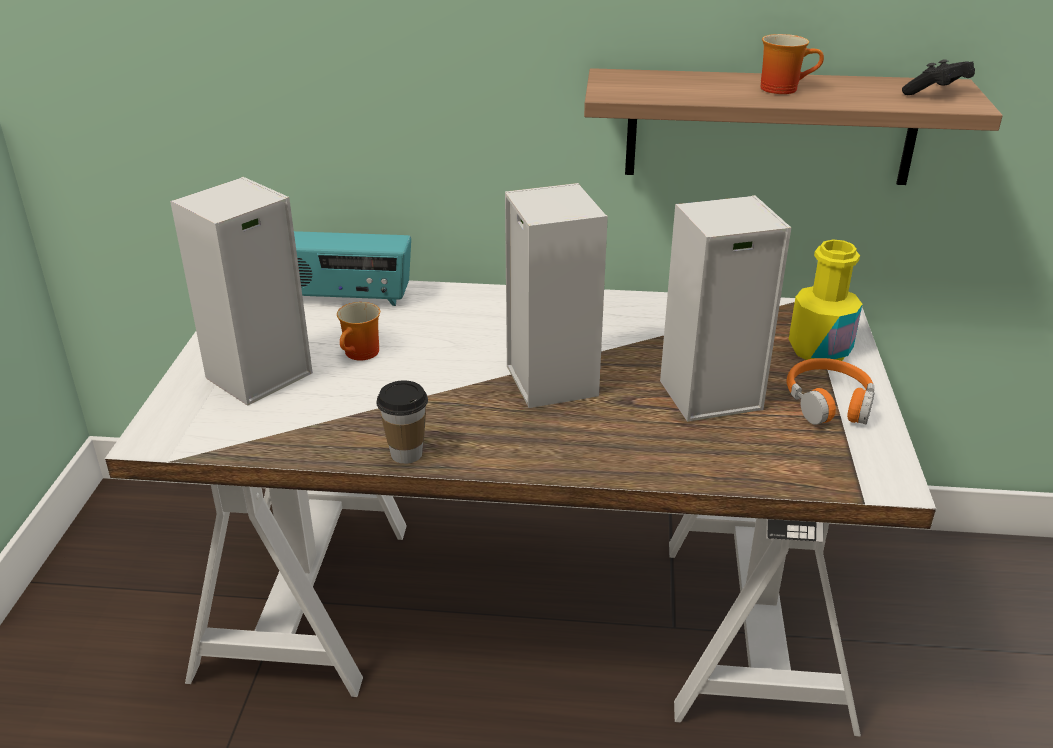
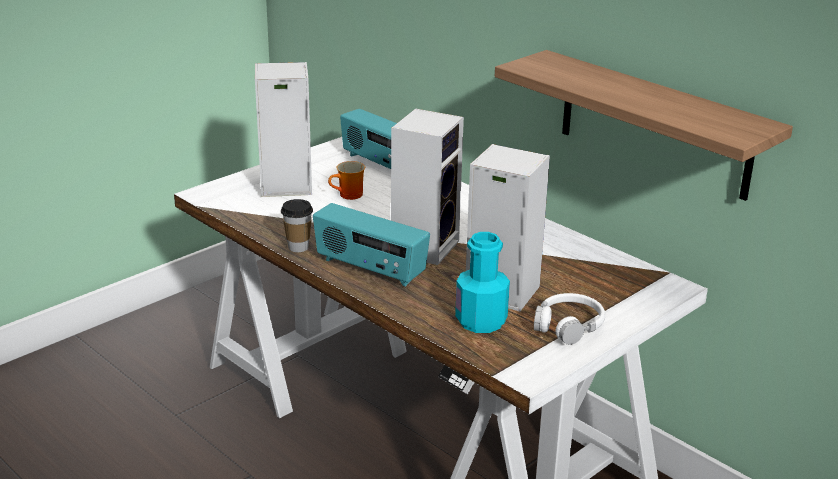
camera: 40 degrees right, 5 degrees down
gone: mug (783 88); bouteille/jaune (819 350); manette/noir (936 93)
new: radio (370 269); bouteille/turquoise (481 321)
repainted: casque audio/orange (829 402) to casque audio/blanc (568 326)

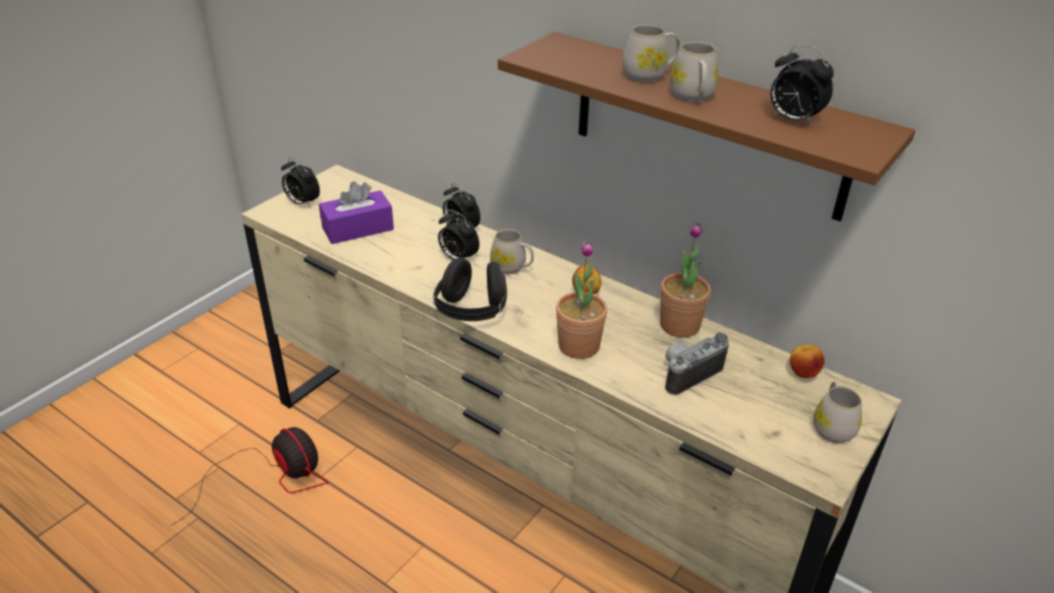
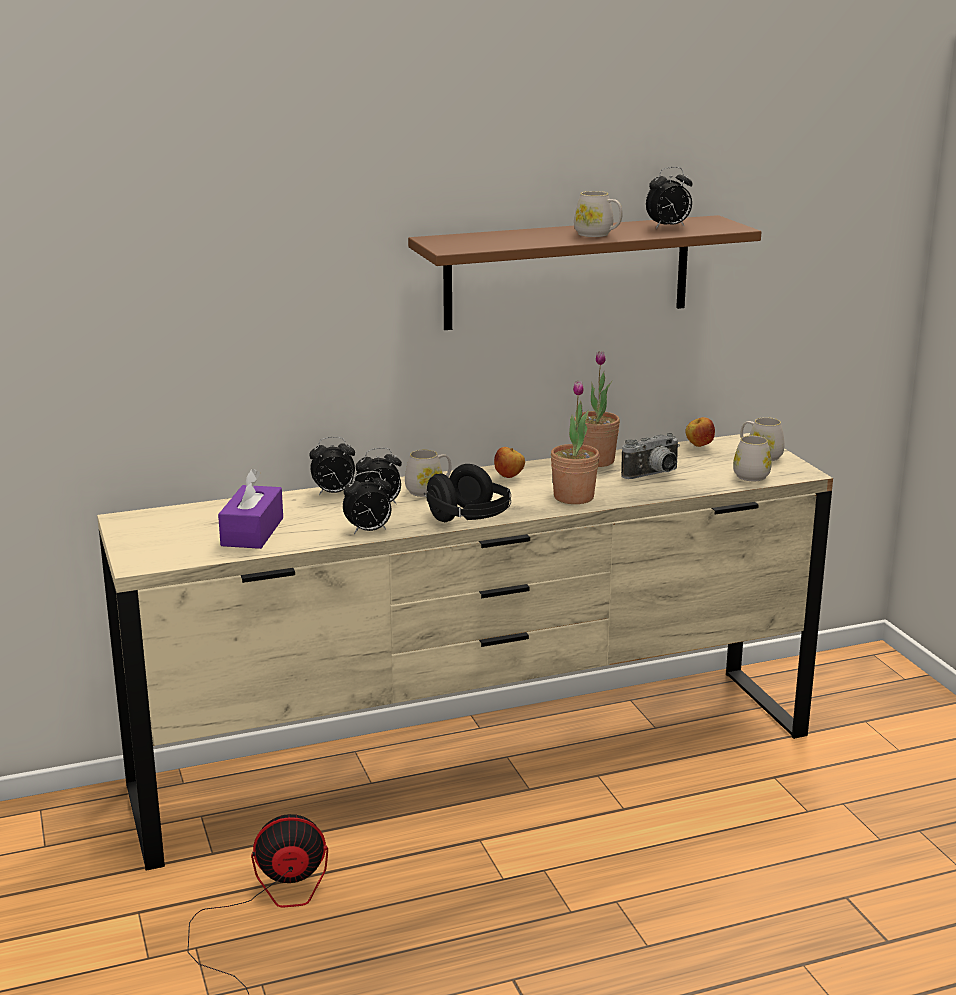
camera: 55 degrees left, 15 degrees down
shifted: réveil (302 203) to (368 531); mug/blanc (649 75) to (752 474)
rotated: appareil photo (687 373) = (654 475) 120 degrees counterclockwise

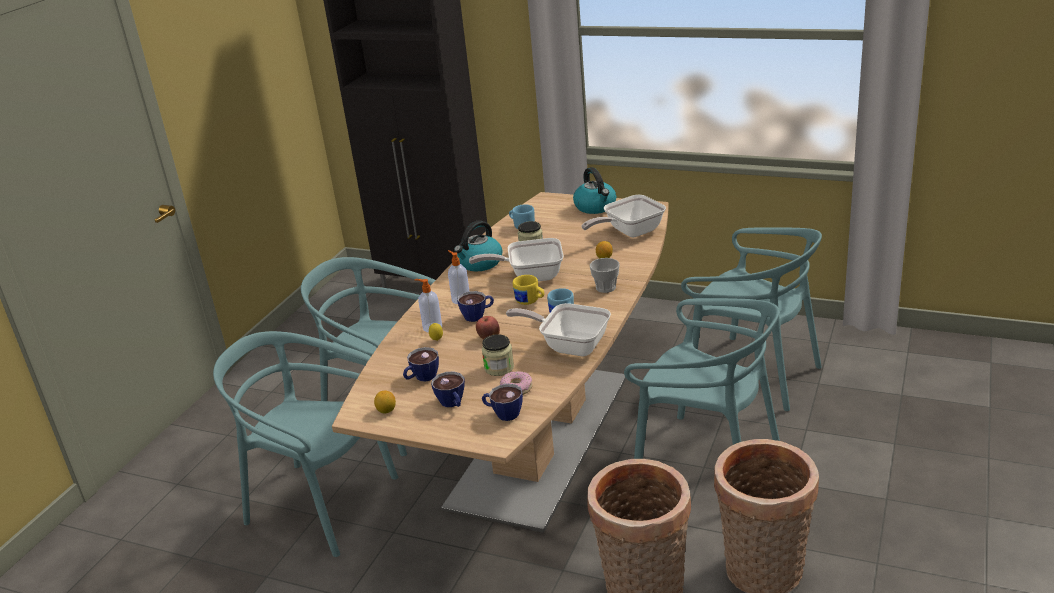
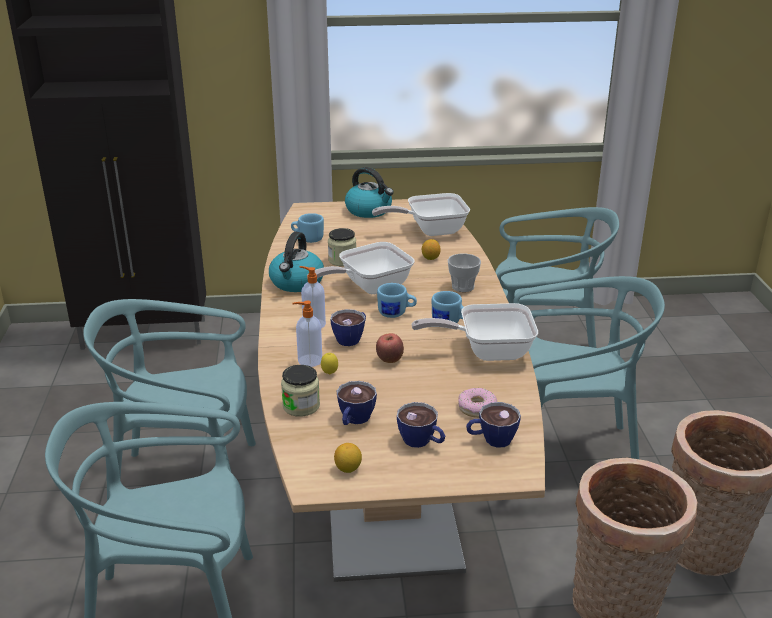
camera: 30 degrees left, 0 degrees up
shifted: bocal (499 368) to (301 406)
repainted: mug/jaune (530 301) to mug/bleu (396 313)
rotated: poêle (629 232) = (430 230) 45 degrees clockwise

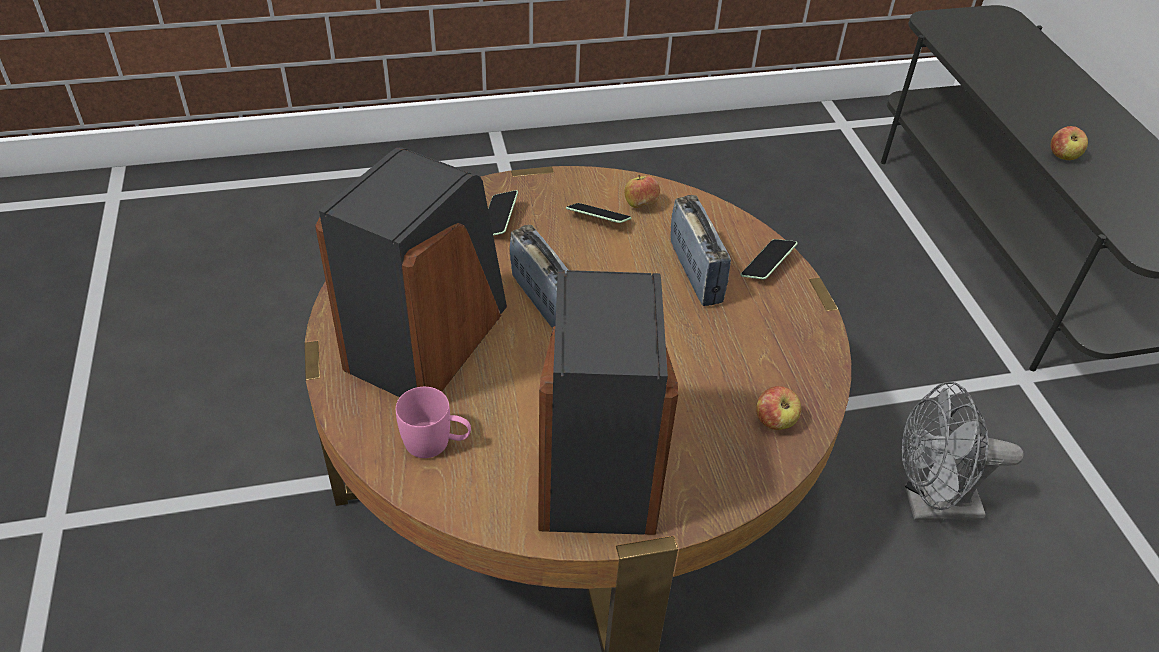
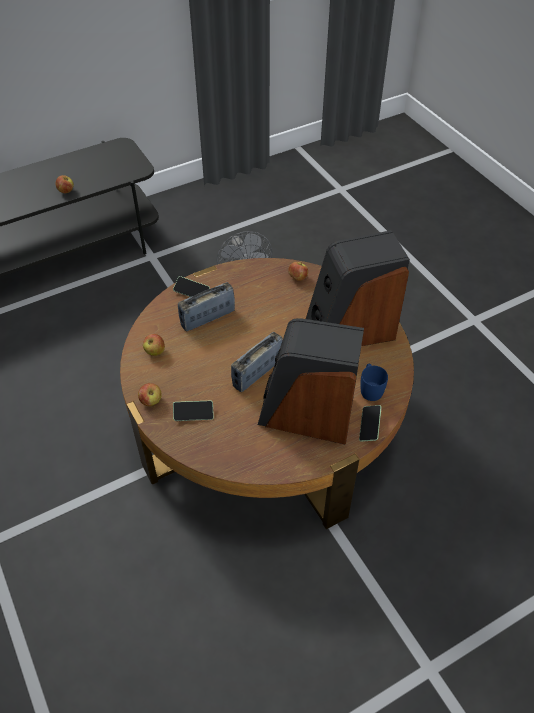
camera: 105 degrees left, 5 degrees up
new: pomme (151 401)
shifted: téléphone (598 220) to (369 426)
repainted: mug/rose (436 443) to mug/bleu (370 388)

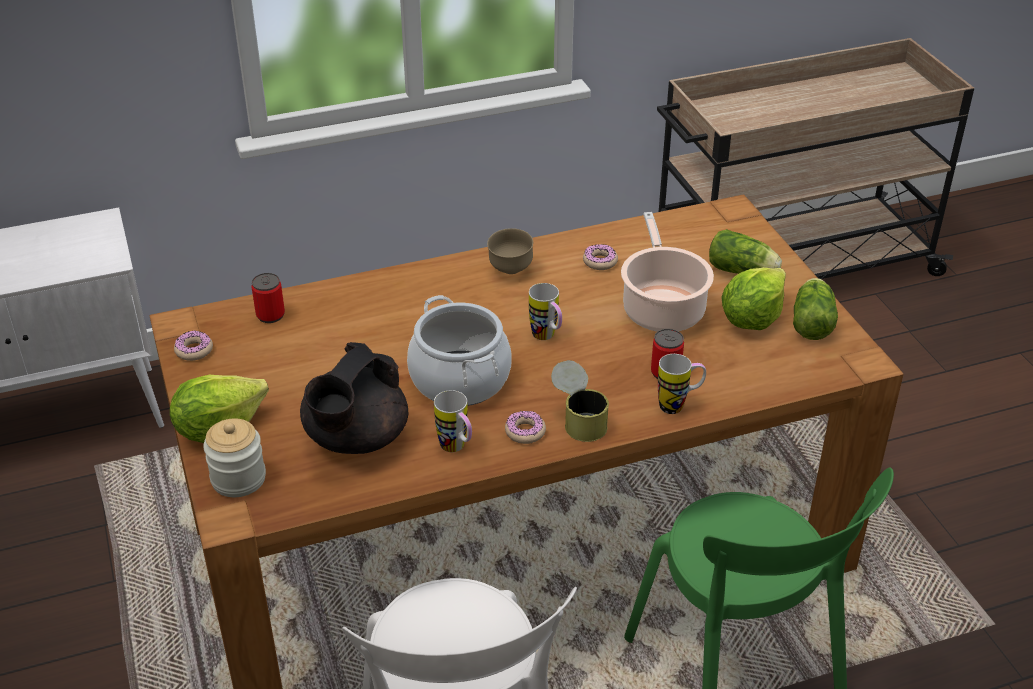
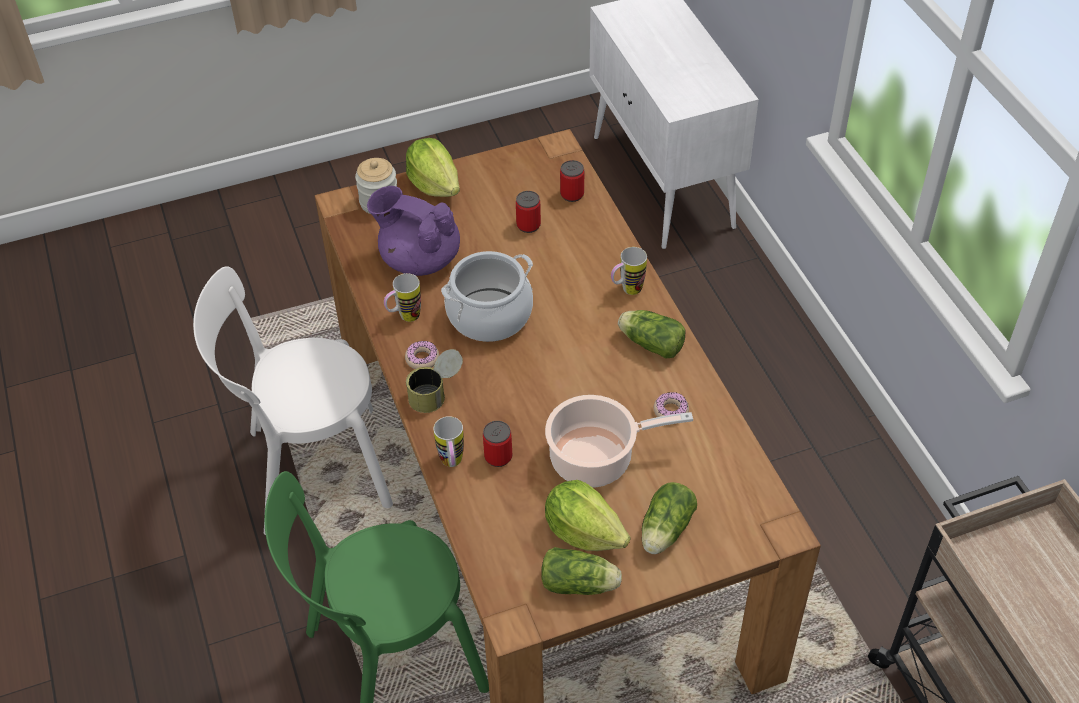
camera: 90 degrees right, 10 degrees up
gone: beignet (194 350)
new: boîte métallique (528 225)
shifted: mug (547 337) to (626 291)
swapped: bol/marron (510 270) to laitue (649 343)
repainted: théière/noir (355 439) to théière/violet (419 259)

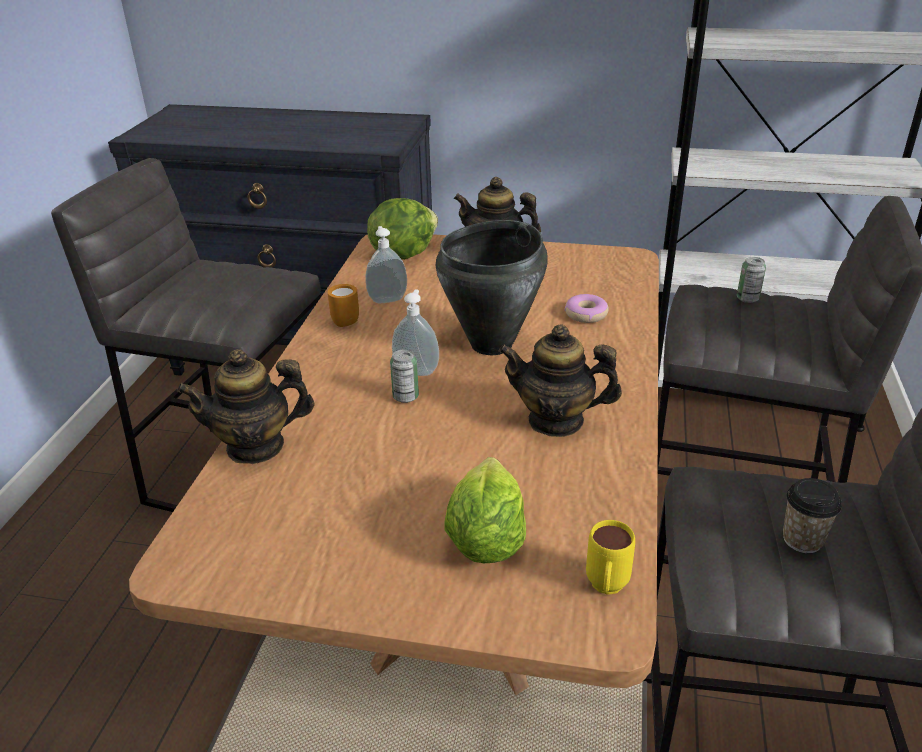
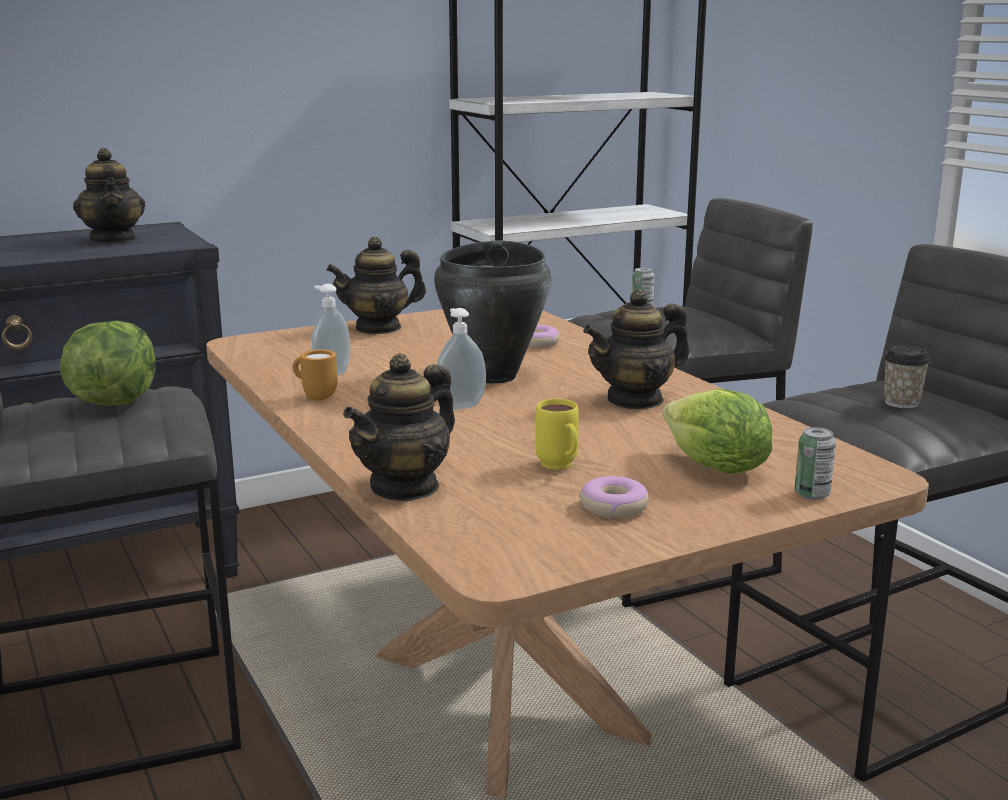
camera: 40 degrees left, 15 degrees down
new: théière (114 240); beignet (614 507)
shifted: laitue (402 253) to (113 401); boîte métallique (405 397) to (812 494); mug/jaune (606 590) to (560 468)

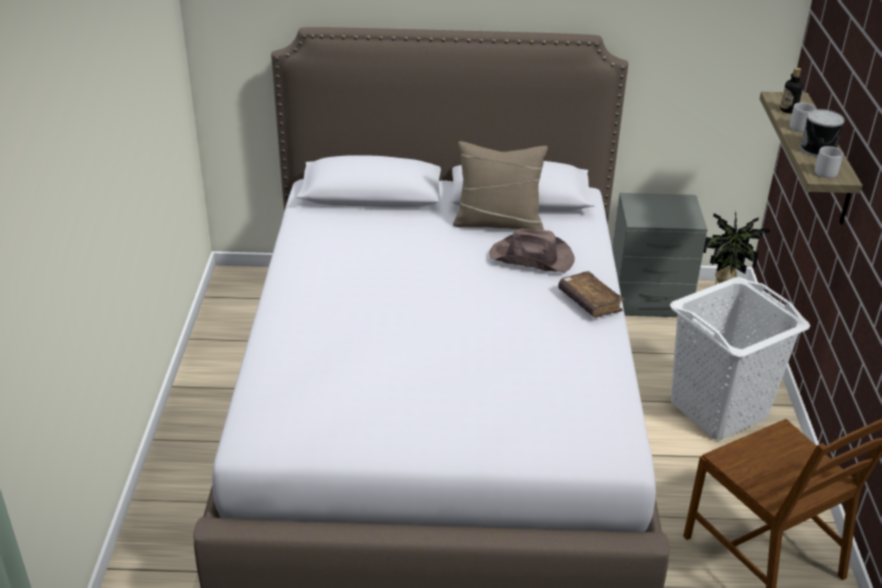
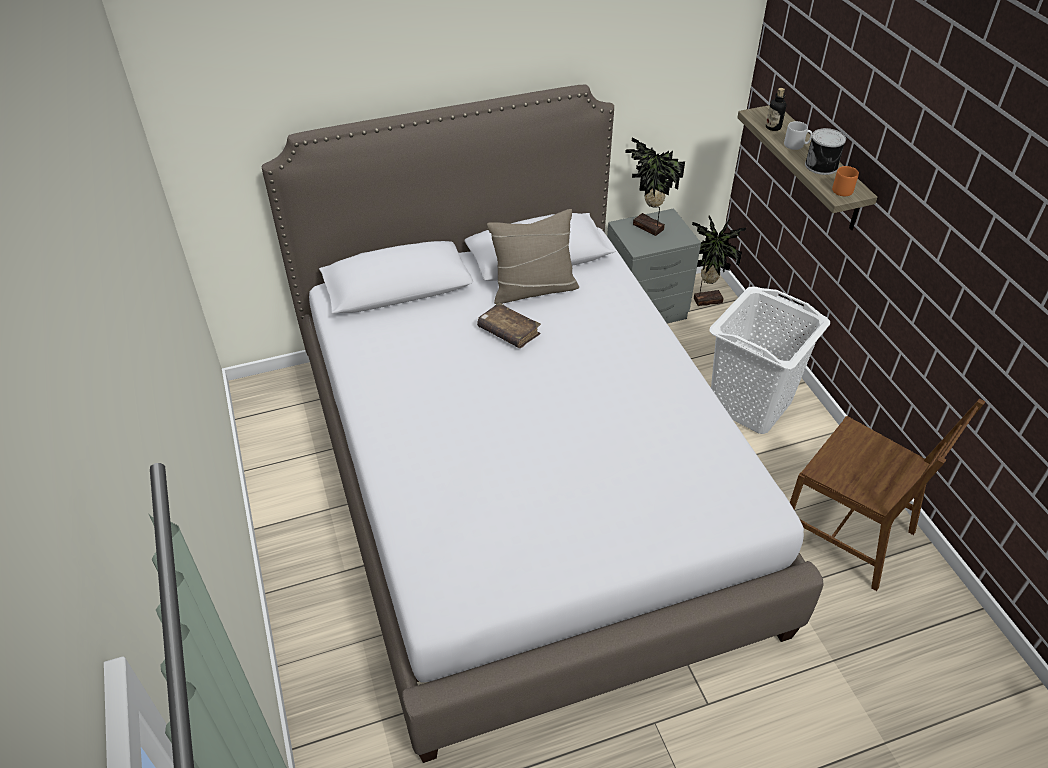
camera: 20 degrees left, 10 degrees up
gone: chapeau/marron (532 258)
new: plante en pot (647 228)
shifted: livre/marron (589 302) to (508 332)
repainted: mug/gris (828 172) to mug/orange (843 189)

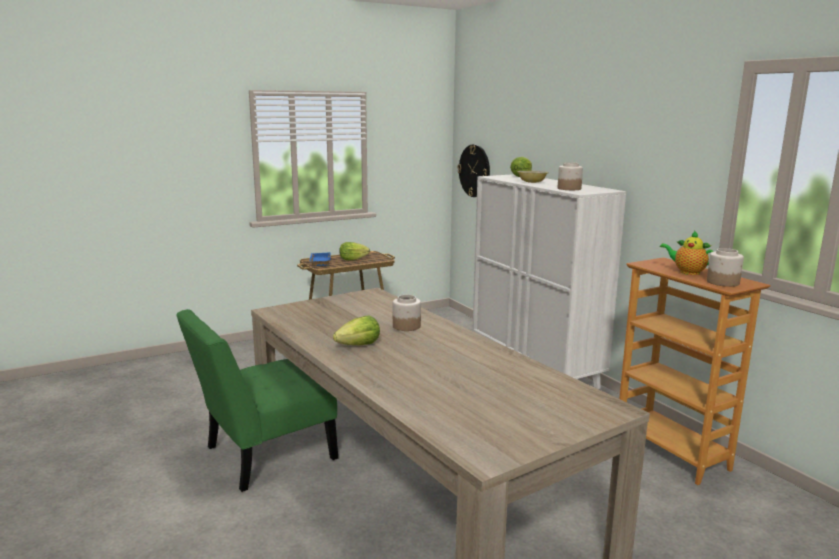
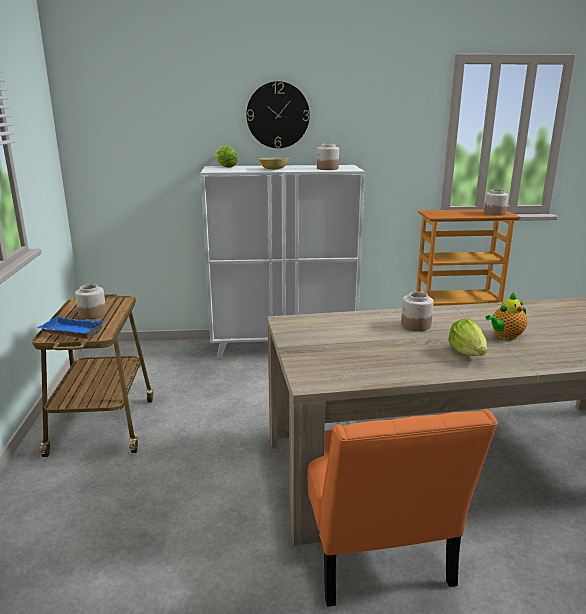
camera: 65 degrees left, 5 degrees up
shifted: horloge murale (474 170) to (278 115); théière (687 272) to (505 336)
swapped: laitue (352 259) to bocal (92 314)
repainted: chaise/vert (263 455) to chaise/orange (374 553)

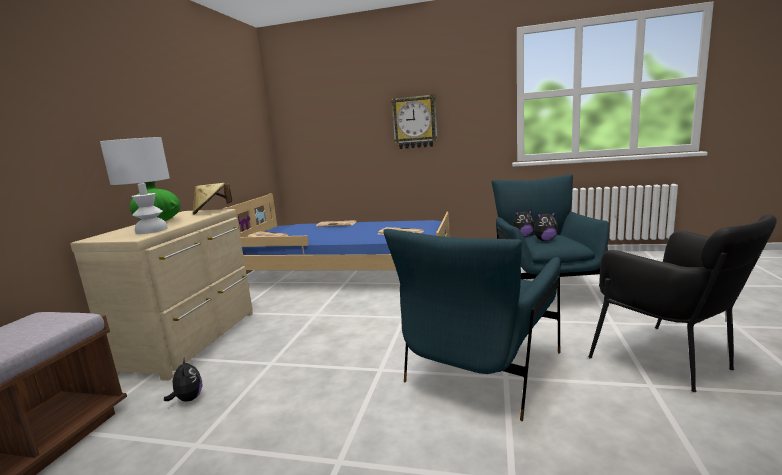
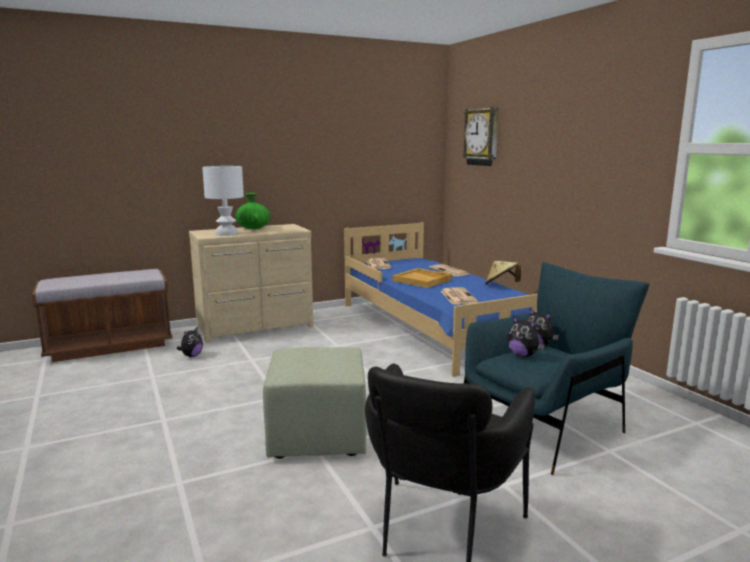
camera: 50 degrees right, 0 degrees up
new: plateau/beige (422 280)
shifted: chapeau/beige (212 211) to (501 285); horloge murale (415 122) to (482 137)
swapped: fauteuil/bleu (482 370) to pouf/vert (317 436)

